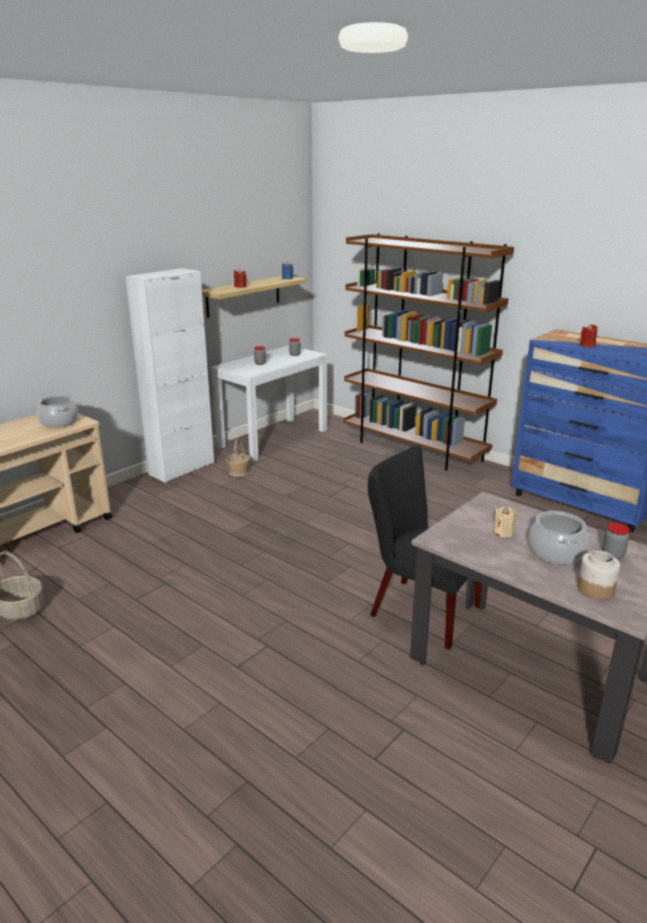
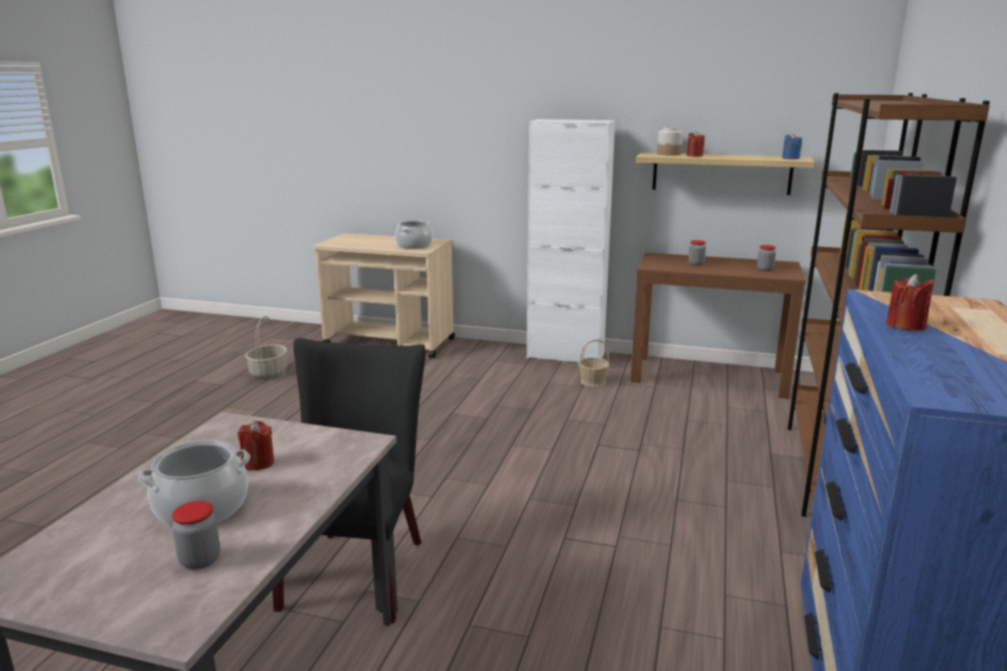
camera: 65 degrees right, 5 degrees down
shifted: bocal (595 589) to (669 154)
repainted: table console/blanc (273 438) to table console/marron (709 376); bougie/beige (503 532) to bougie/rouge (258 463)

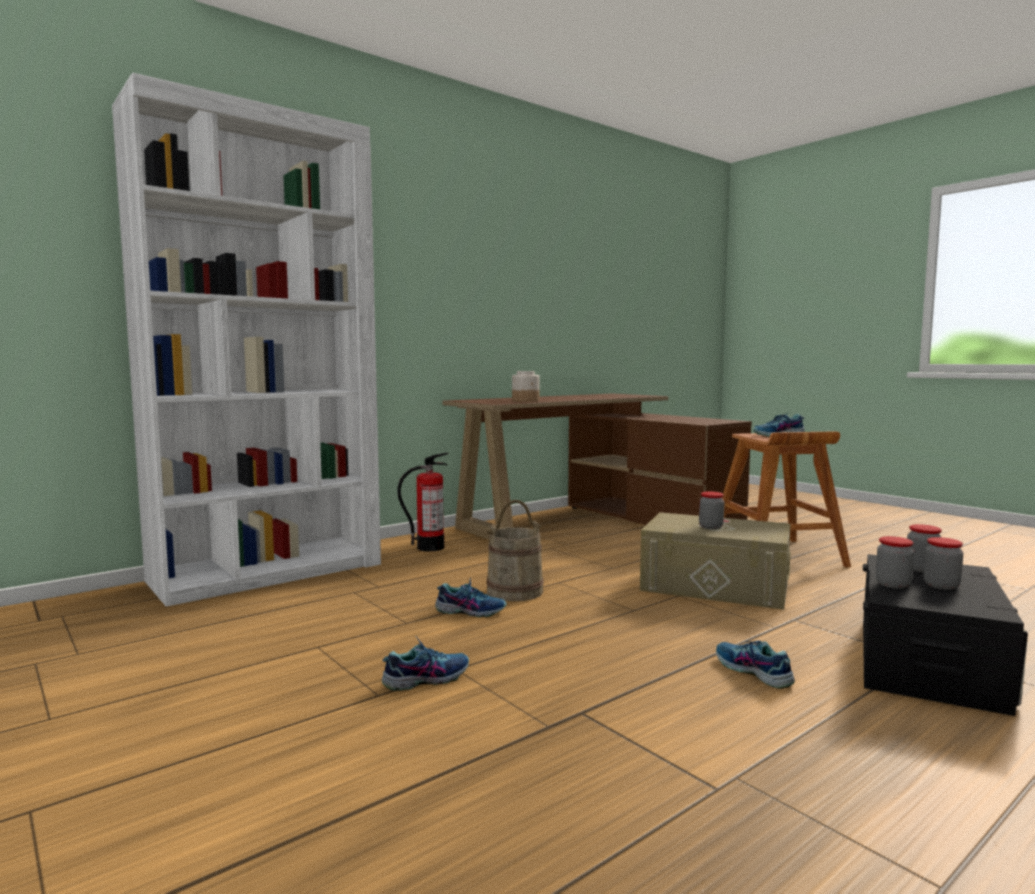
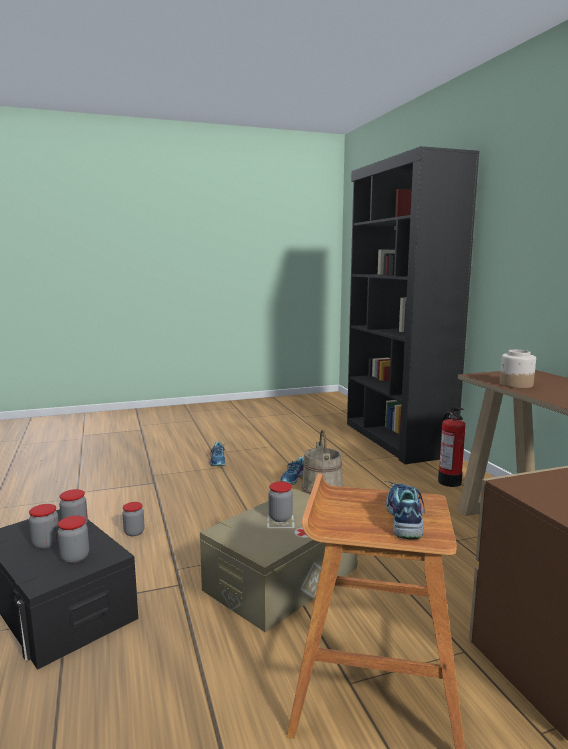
camera: 110 degrees right, 5 degrees up
swapped: chaussure (752 672) to bocal (134 532)
repainted: bibliothèque/blanc (268 572) to bibliothèque/noir (396 439)

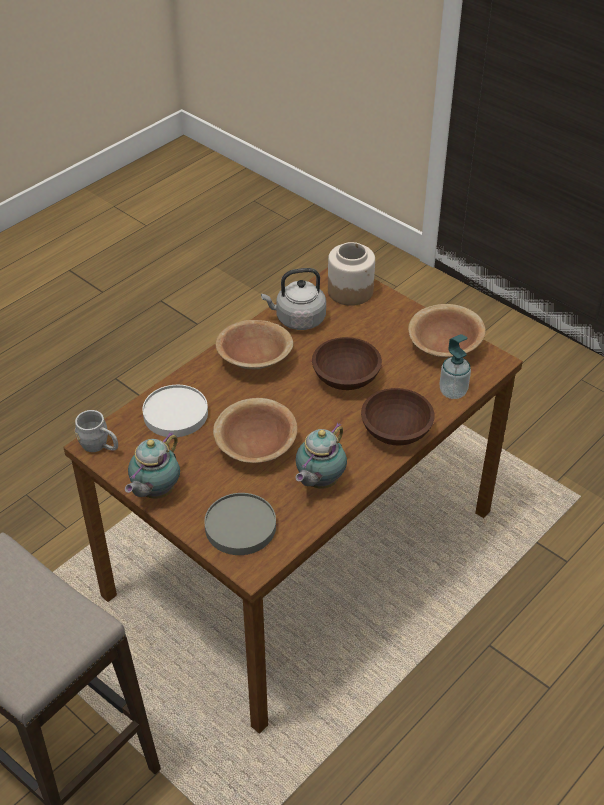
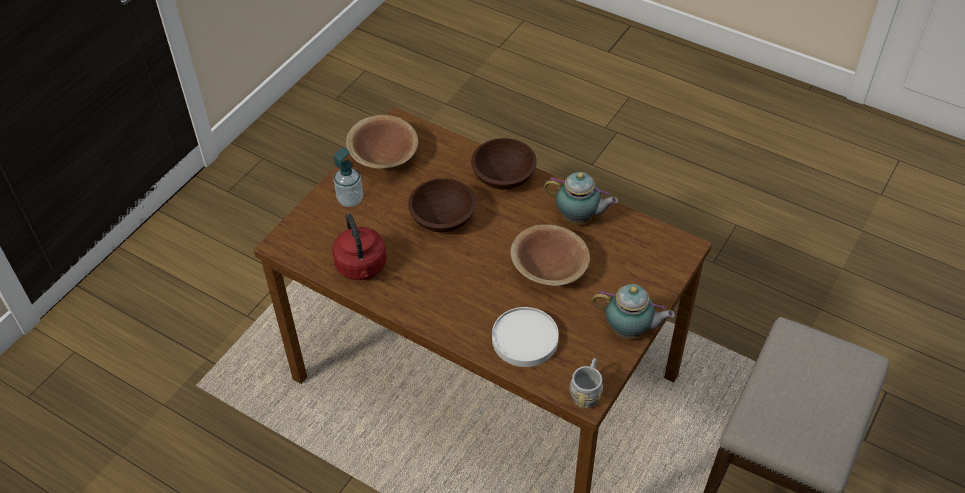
camera: 100 degrees left, 5 degrees up
gone: assiette/gris (240 527); bol/marron (254 359); bocal (350 291)
shifted: distributeur de savon (453 391) to (350 199)
repainted: bouilloire/gris (297 319) to bouilloire/rouge (362 267)

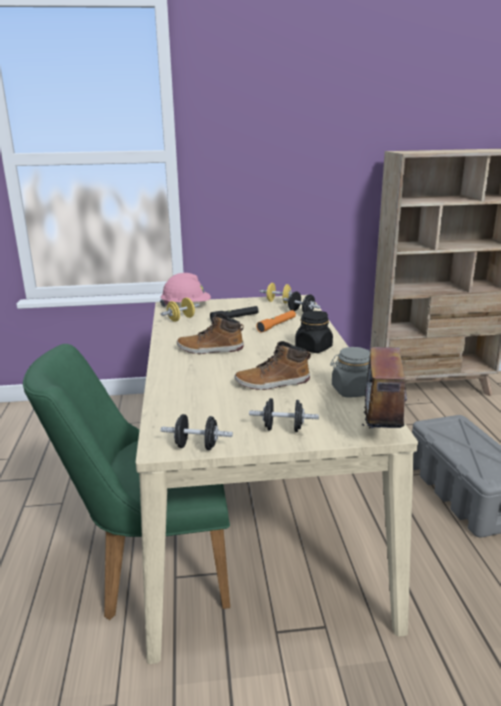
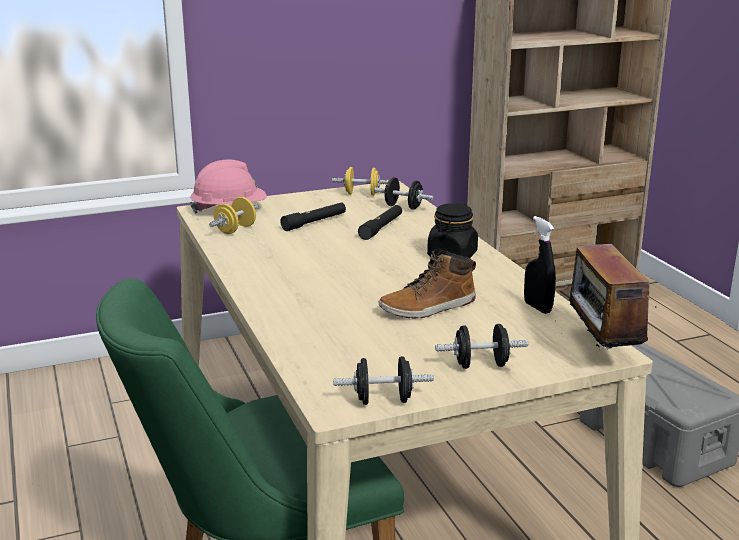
camera: 15 degrees left, 0 degrees up
gone: botte (210 349)
swapped: bocal/gris (352 391) to vaporisateur/noir (537 307)
repainted: lampe de poche/orange (277 325) to lampe de poche/noir (381 228)

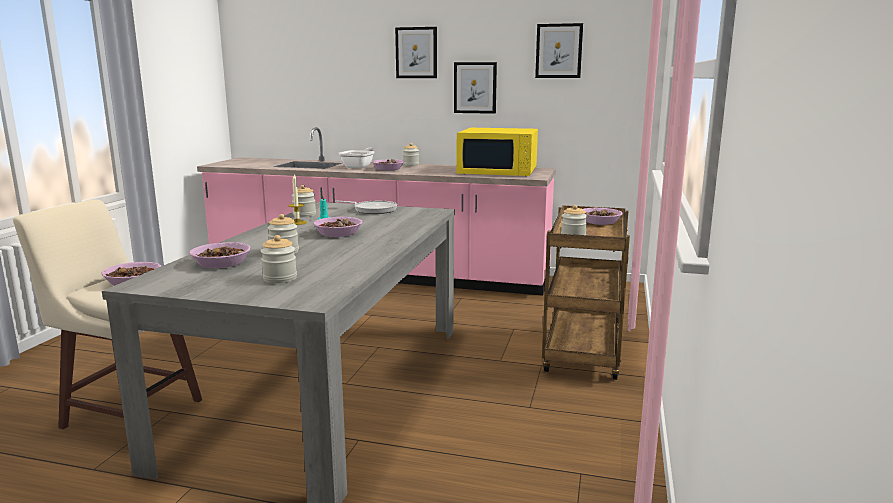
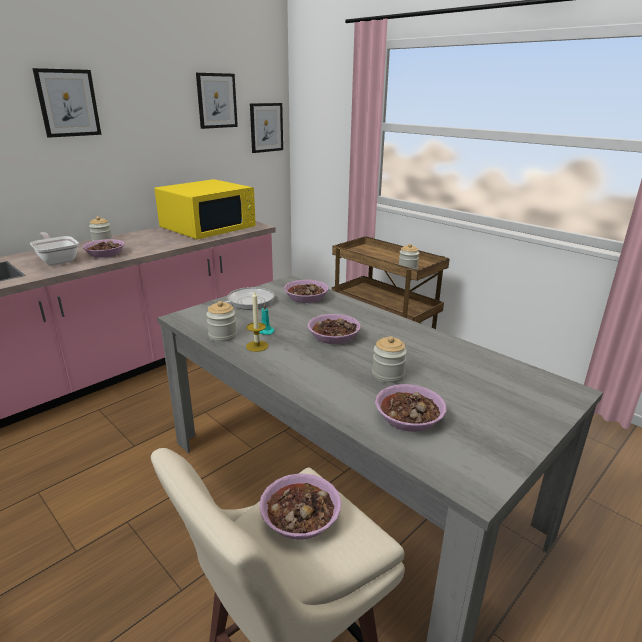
camera: 60 degrees left, 10 degrees up
gone: bocal (280 278)
shifted: tableau (475 87) to (266 127); bol (600 222) to (306 297)

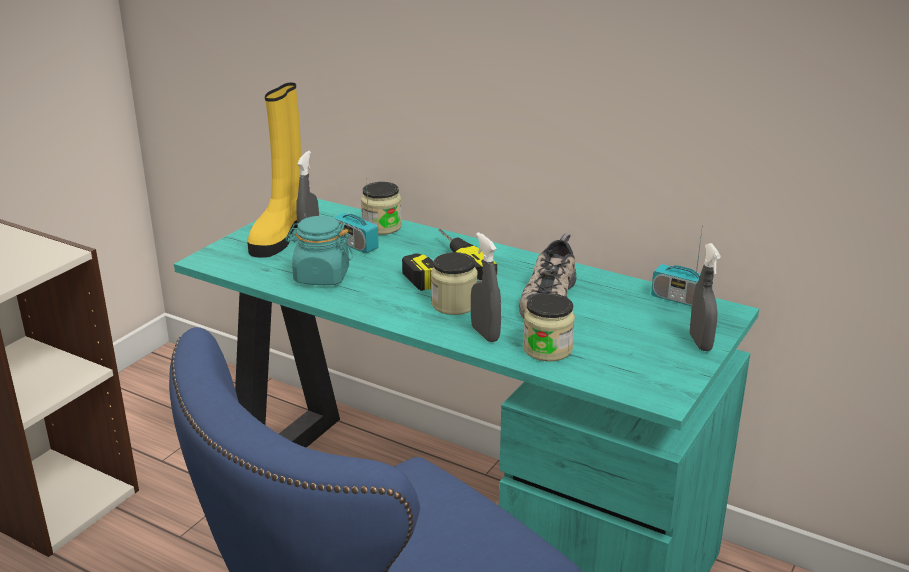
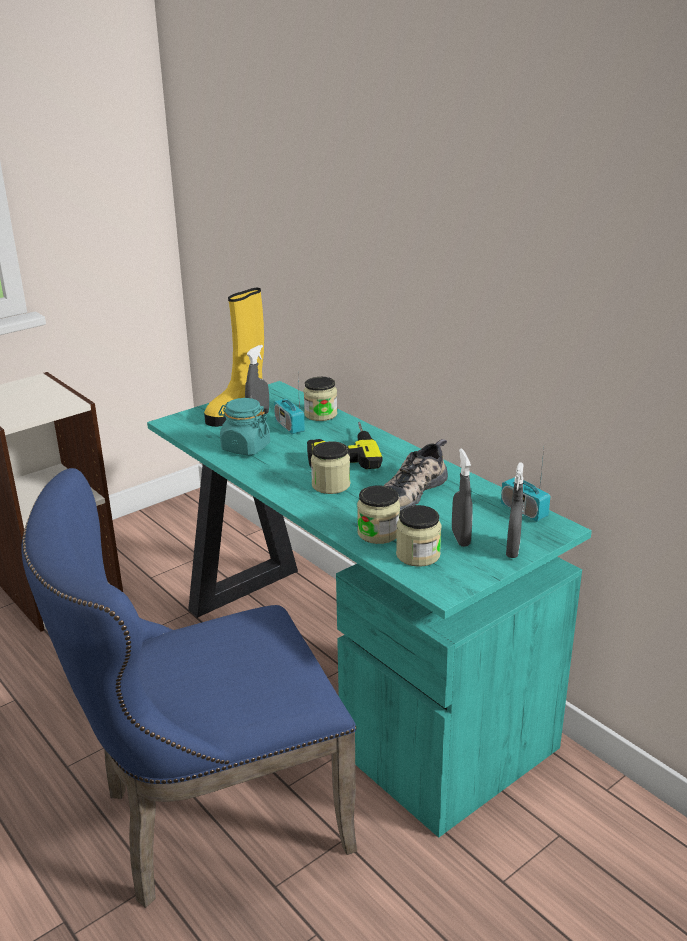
camera: 20 degrees right, 0 degrees up
new: bocal (418 555)
shifted: vaporisateur/gris (485 334) to (460 538)

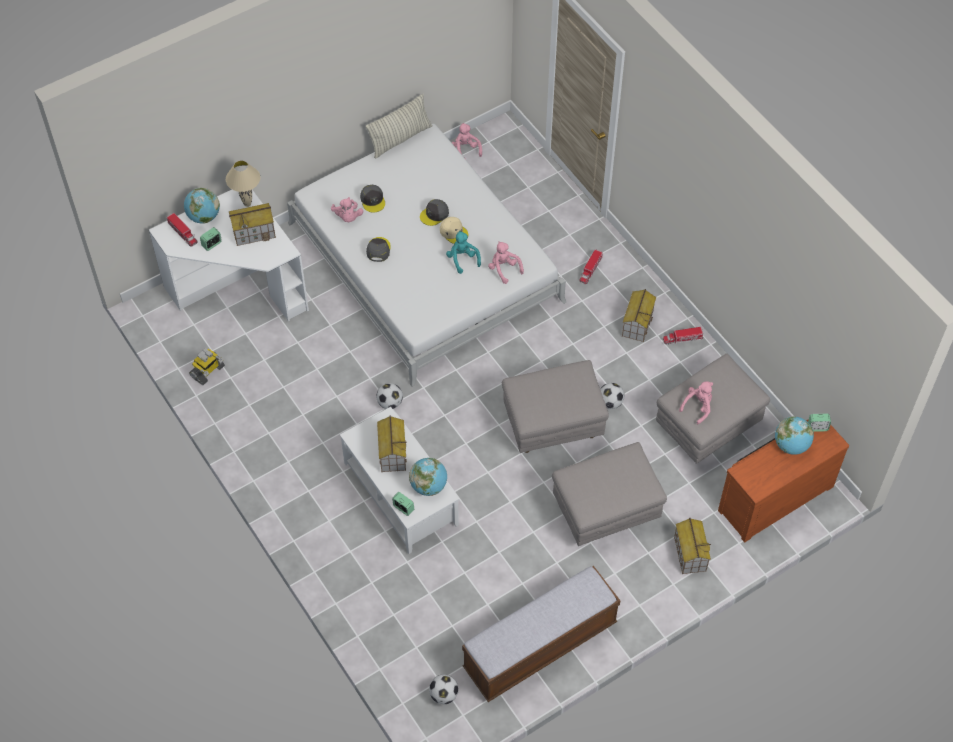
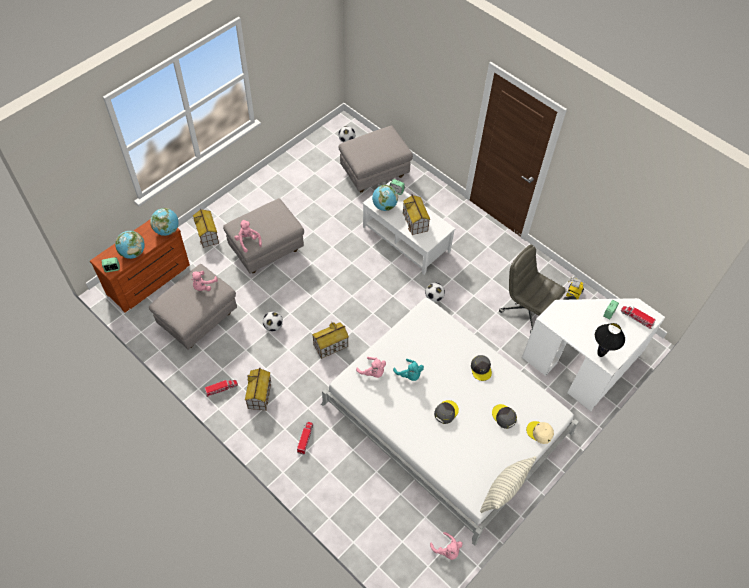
camera: 165 degrees right, 0 degrees up
gone: banc (539 646)
new: chaise de bureau/gris (526 310)
shifted: globe (203 217) to (167 230); maison miniature (254 232) to (330 346); peluche/rose (347 217) to (248 241); casquette/beige (454 232) to (539 432); pouf/gris (552 426) to (374 174)
repainted: lampe de table/beige (248 204) to lampe de table/noir (600 354)

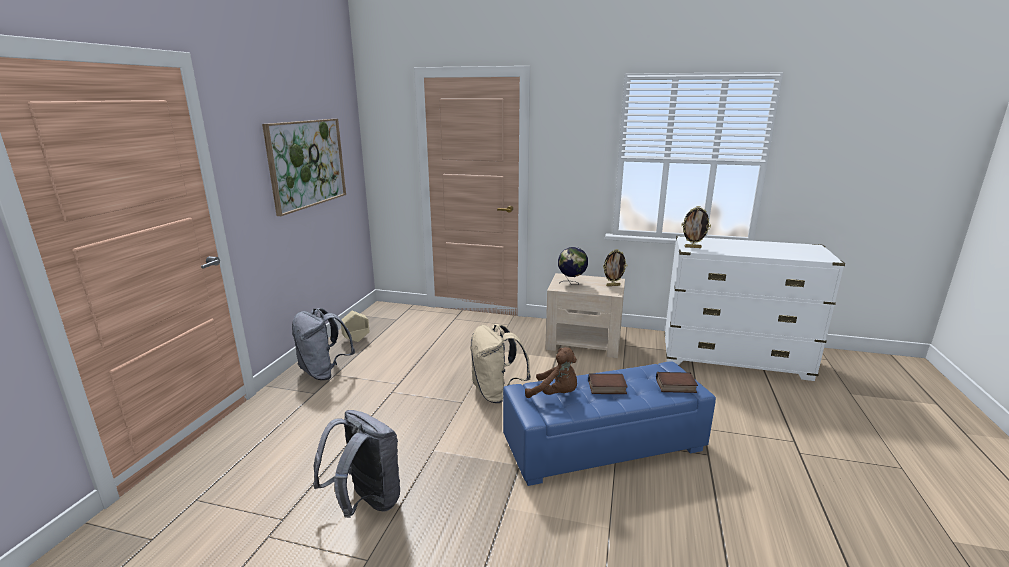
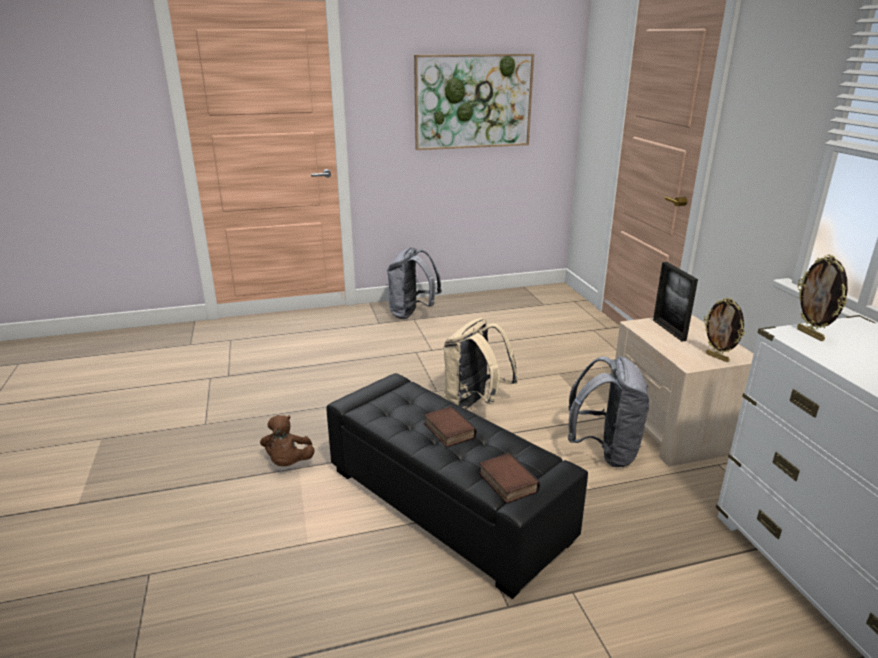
camera: 60 degrees right, 5 degrees up
gone: cache-pot/beige (356 339)
shifted: sac à dos/gris (366 502) to (605 451); peluche/marron (555 394) to (288 463)
swapped: globe (571 284) to cadre photo (669 330)
repainted: pouf/bleu (603 445) to pouf/noir (446 504)

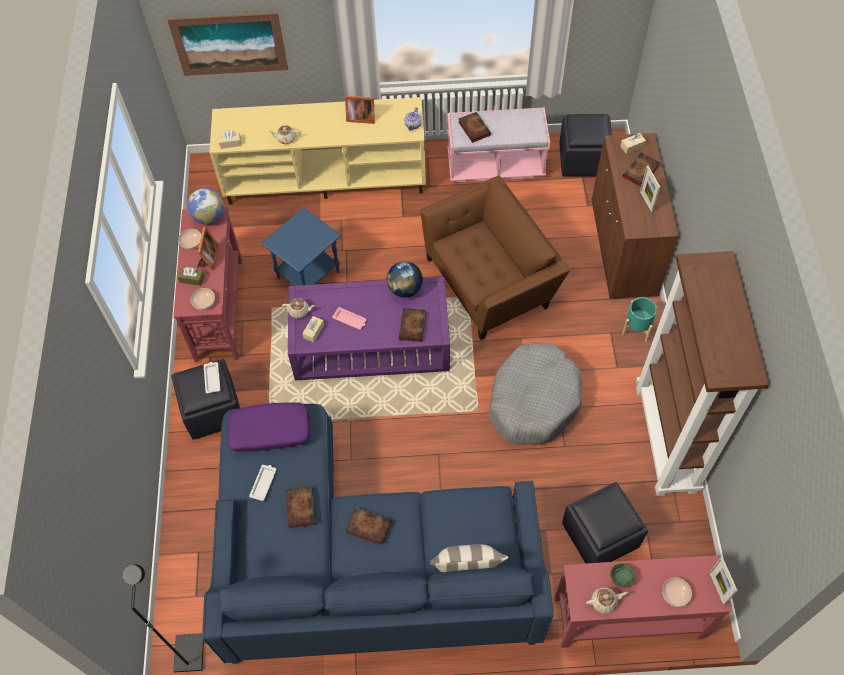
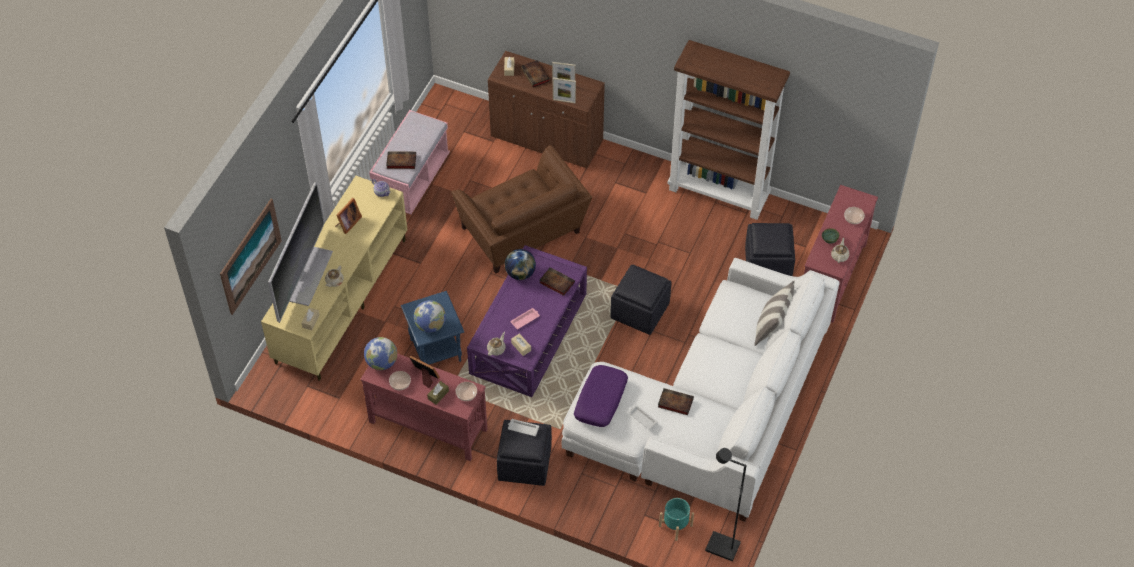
camera: 65 degrees left, 5 degrees down
gone: livre (367 527); panier pour chien/gris (533 400)
new: téléviseur (309 276); globe (430 325)
shifted: pouf/noir (583 159) to (639 310); cache-pot/turquoise (637 327) to (675 525); cadre photo (717 588) to (564 101)
repainted: canapé/bleu (360 561) to canapé/blanc (709 413)
rotated: fauteuil/marron (491 281) = (522 233) 150 degrees clockwise

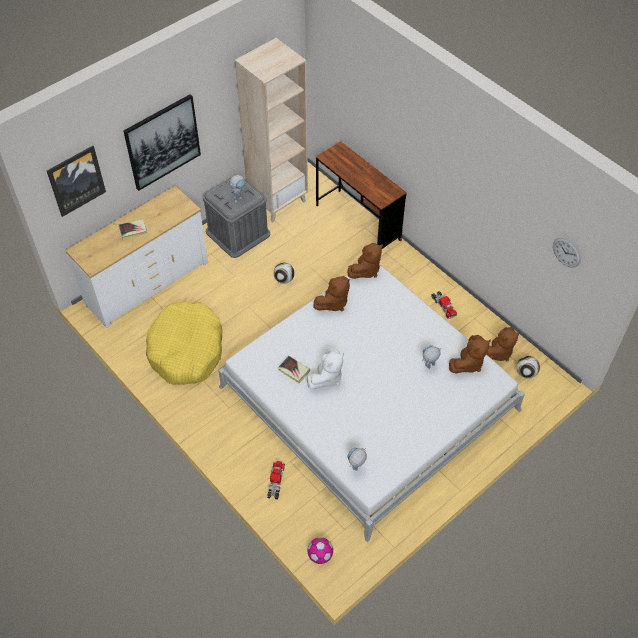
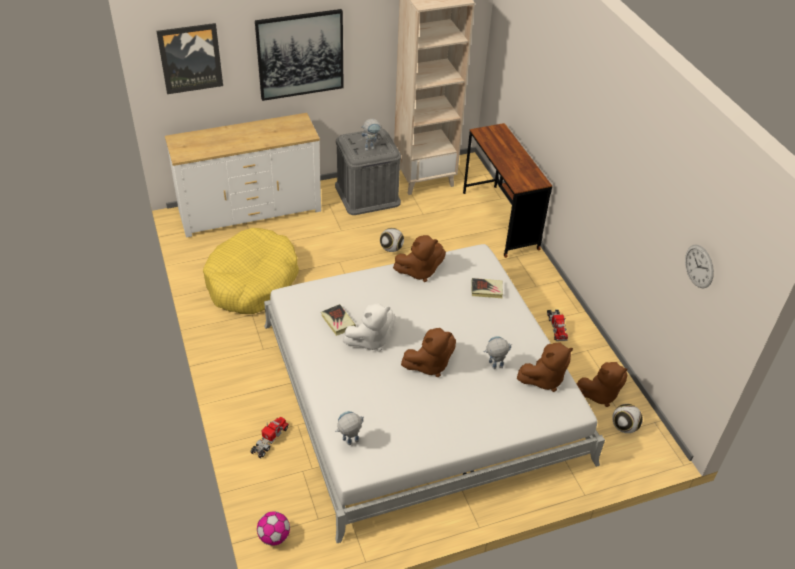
camera: 20 degrees right, 10 degrees down
shifted: livre (133 230) to (486 290); peluche/marron (365 270) to (429 365)

